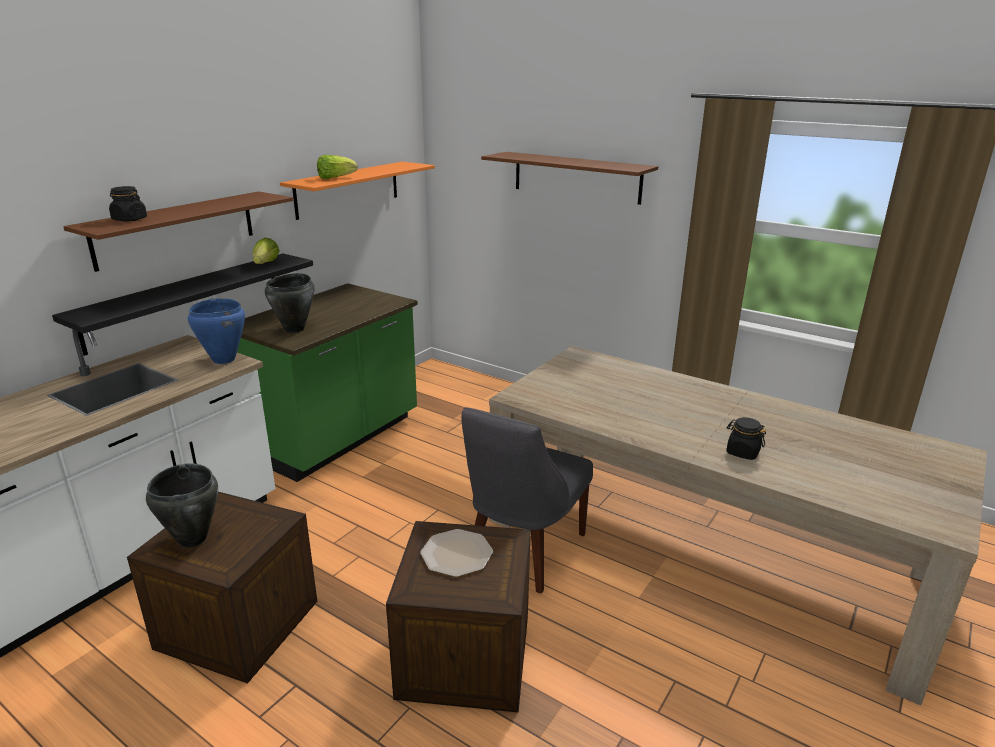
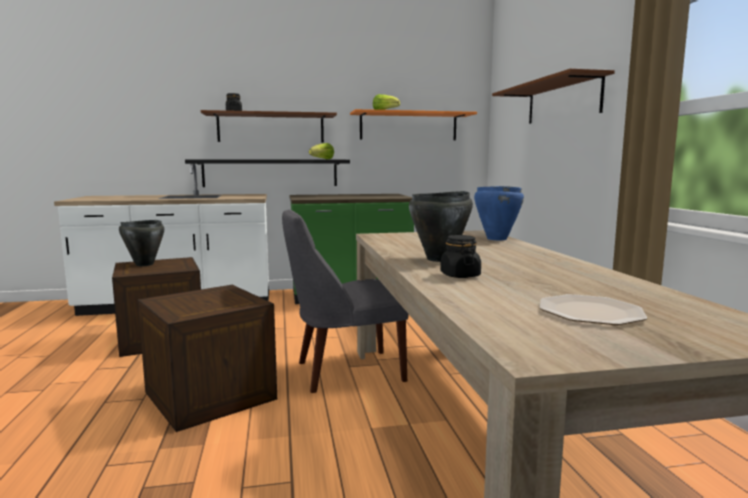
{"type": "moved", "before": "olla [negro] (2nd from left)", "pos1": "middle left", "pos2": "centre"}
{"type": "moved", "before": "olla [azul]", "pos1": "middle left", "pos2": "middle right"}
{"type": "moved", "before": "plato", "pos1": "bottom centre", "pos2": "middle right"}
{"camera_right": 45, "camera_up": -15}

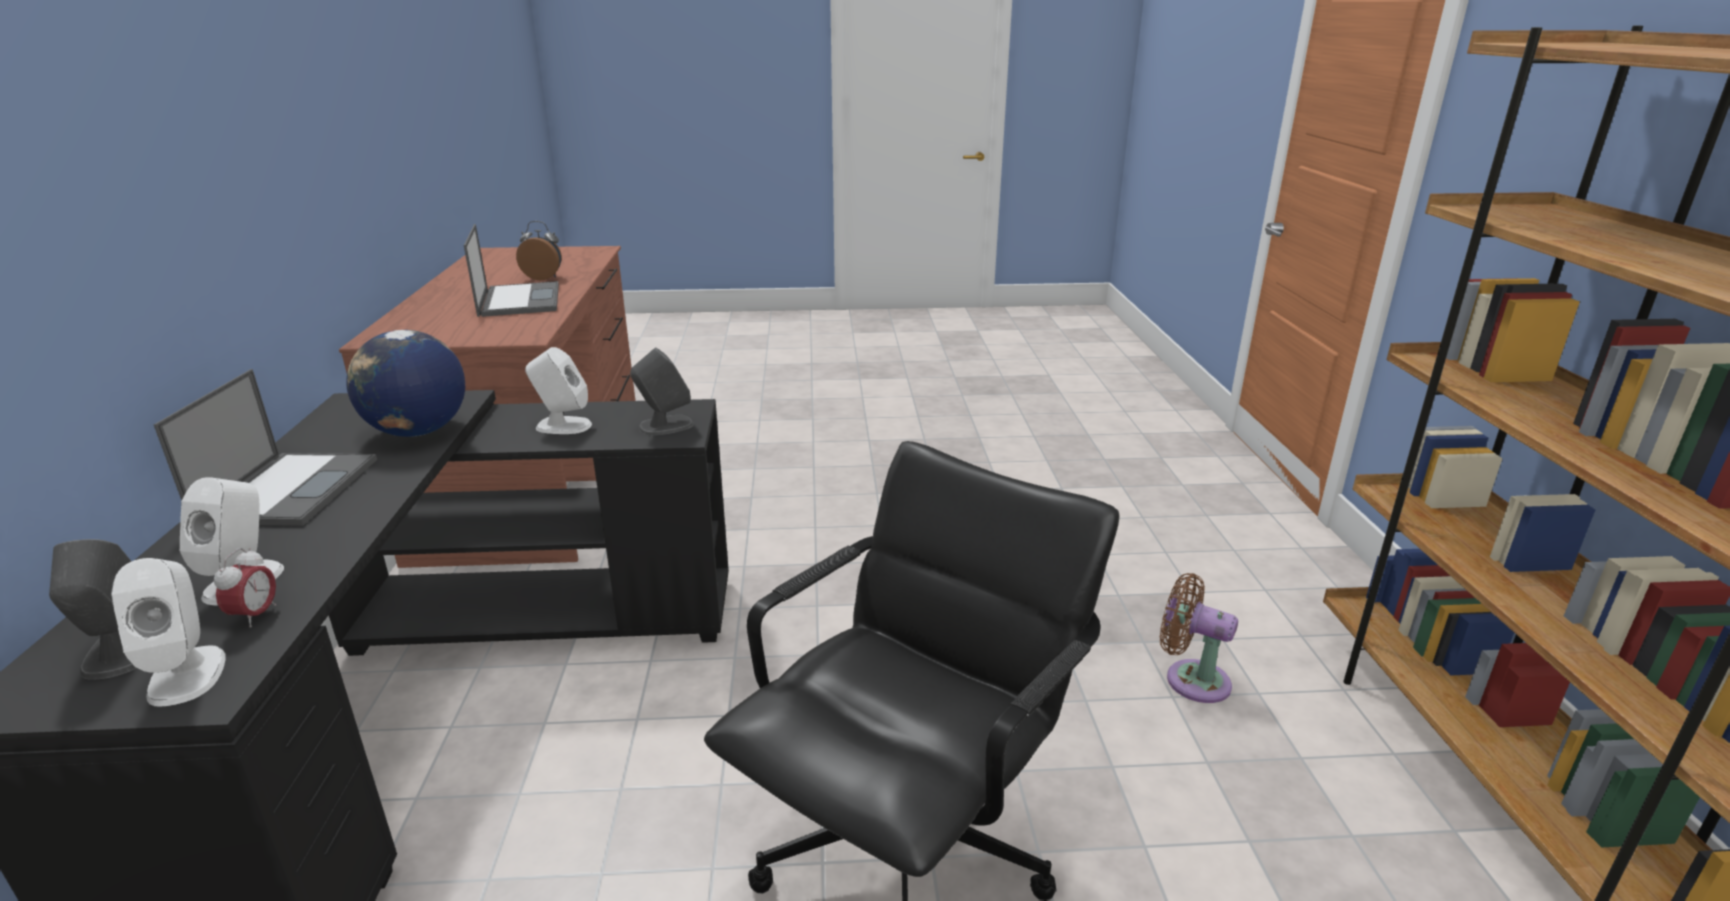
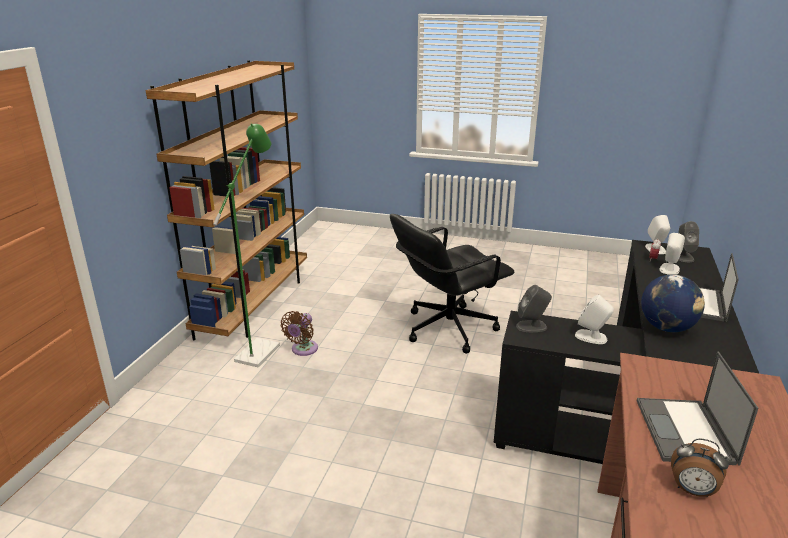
{"type": "turned", "before": "ventilador [marrón]", "pos1": "bottom right", "pos2": "centre", "turn": 60}
{"type": "added", "after": "lámpara de pie [verde]", "pos2": "middle left"}
{"camera_right": -160, "camera_up": 0}

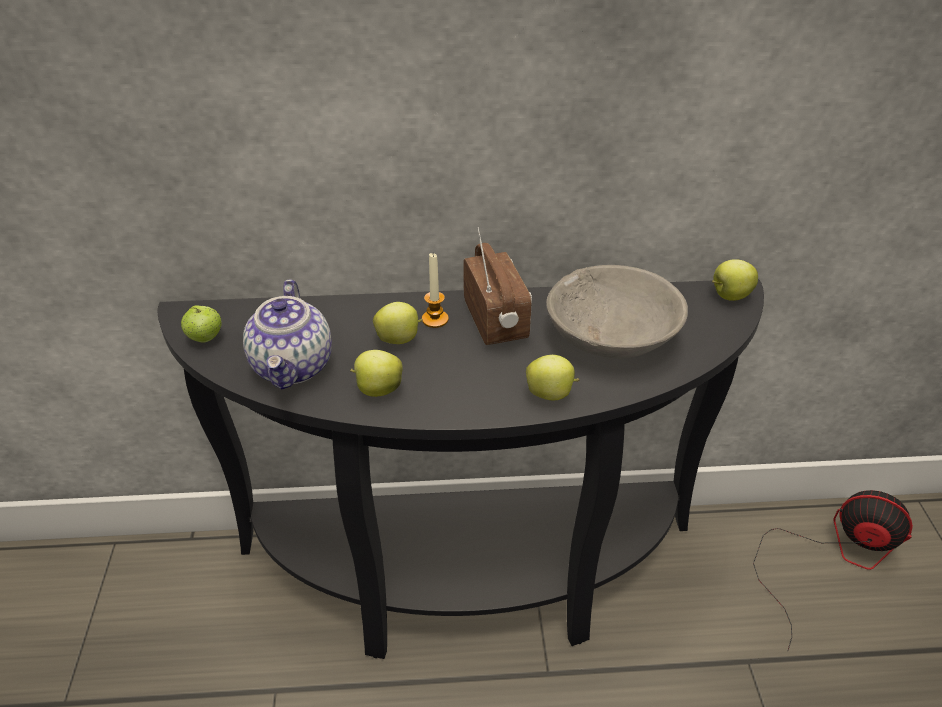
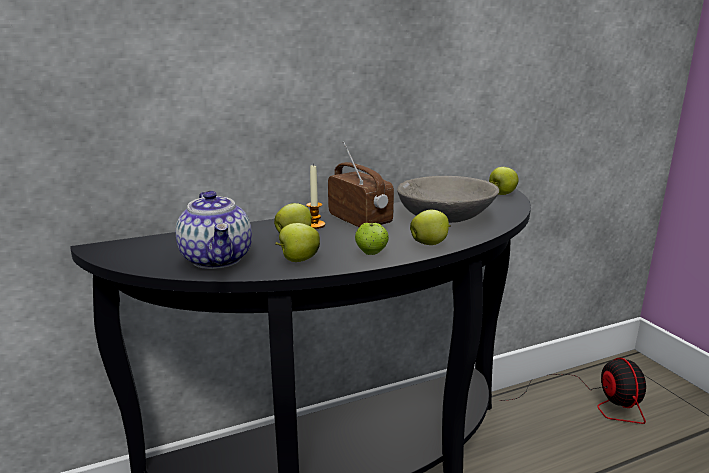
{"type": "moved", "before": "manzana (1st from left in the first image)", "after": "manzana (3rd from left)", "pos1": "middle left", "pos2": "centre"}
{"type": "turned", "before": "ventilador", "pos1": "bottom right", "pos2": "bottom right", "turn": 75}
{"camera_right": -20, "camera_up": -20}

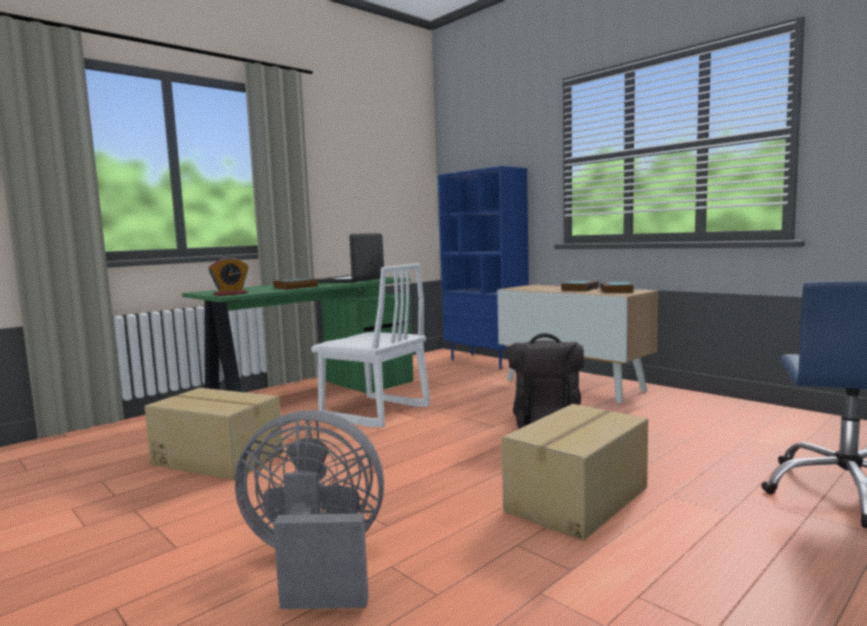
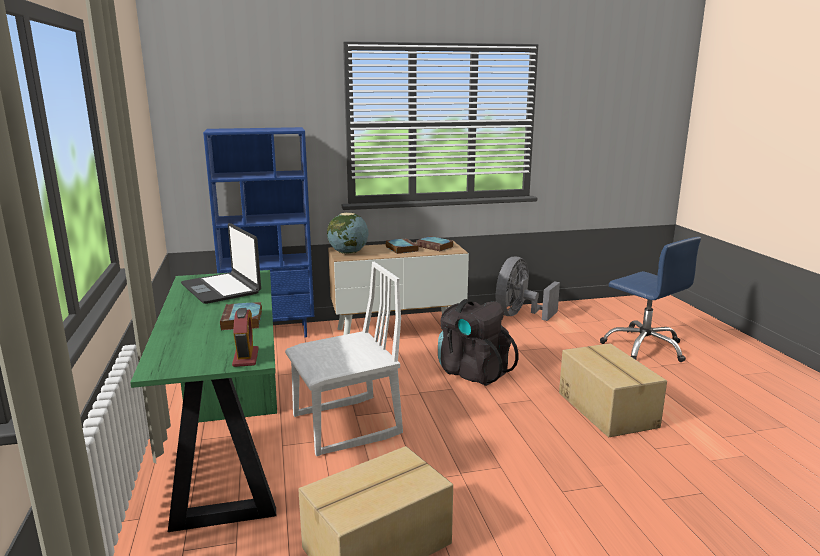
{"type": "moved", "before": "ventilador [gris]", "pos1": "bottom centre", "pos2": "centre"}
{"type": "added", "after": "globo terráqueo", "pos2": "centre"}
{"camera_right": -60, "camera_up": 10}

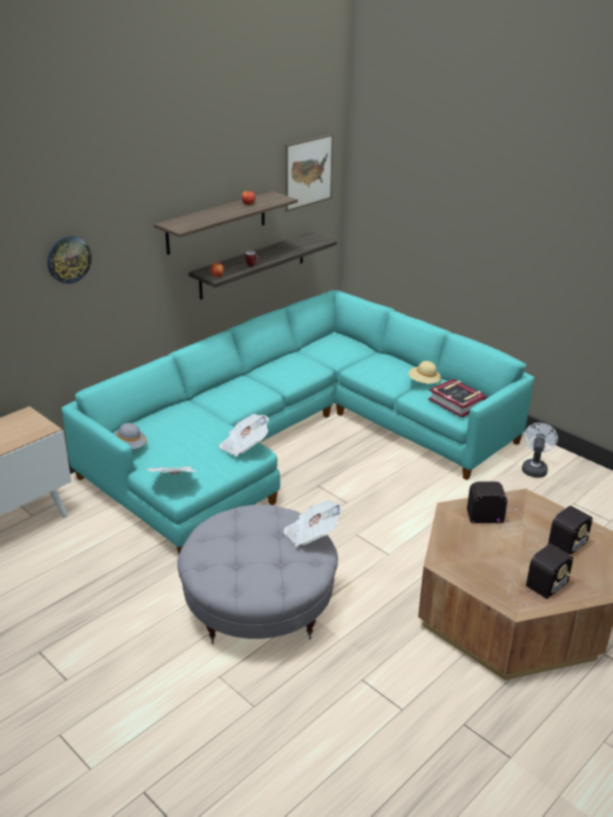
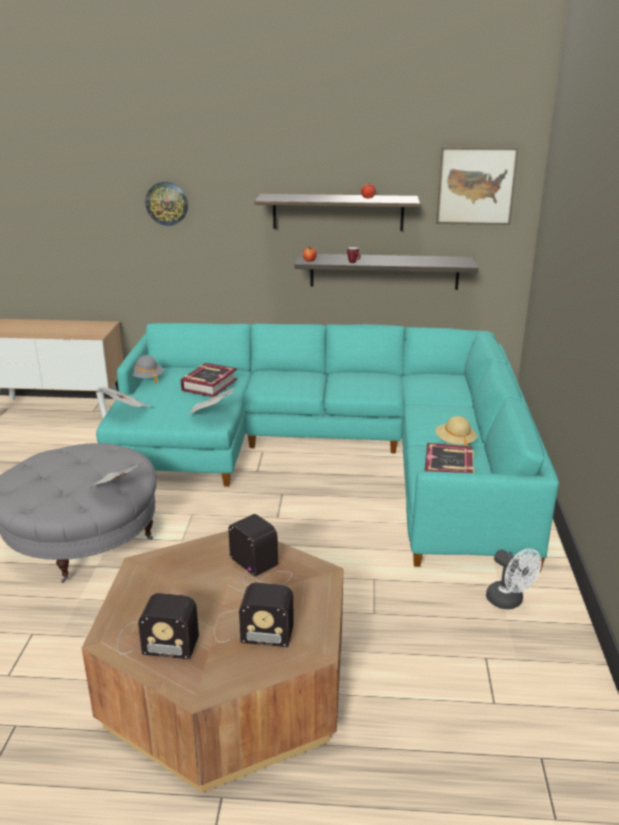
{"type": "turned", "before": "ventilador [blanco]", "pos1": "middle right", "pos2": "bottom right", "turn": 75}
{"type": "added", "after": "libro (1st from left)", "pos2": "centre"}
{"camera_right": 50, "camera_up": -5}

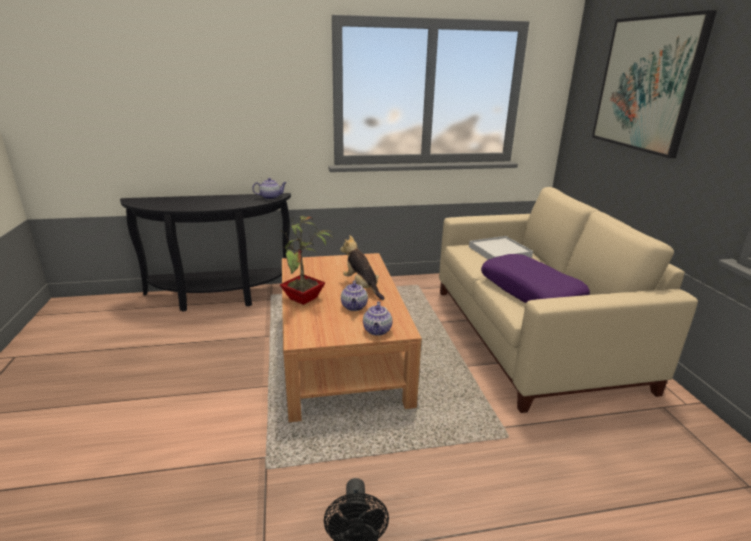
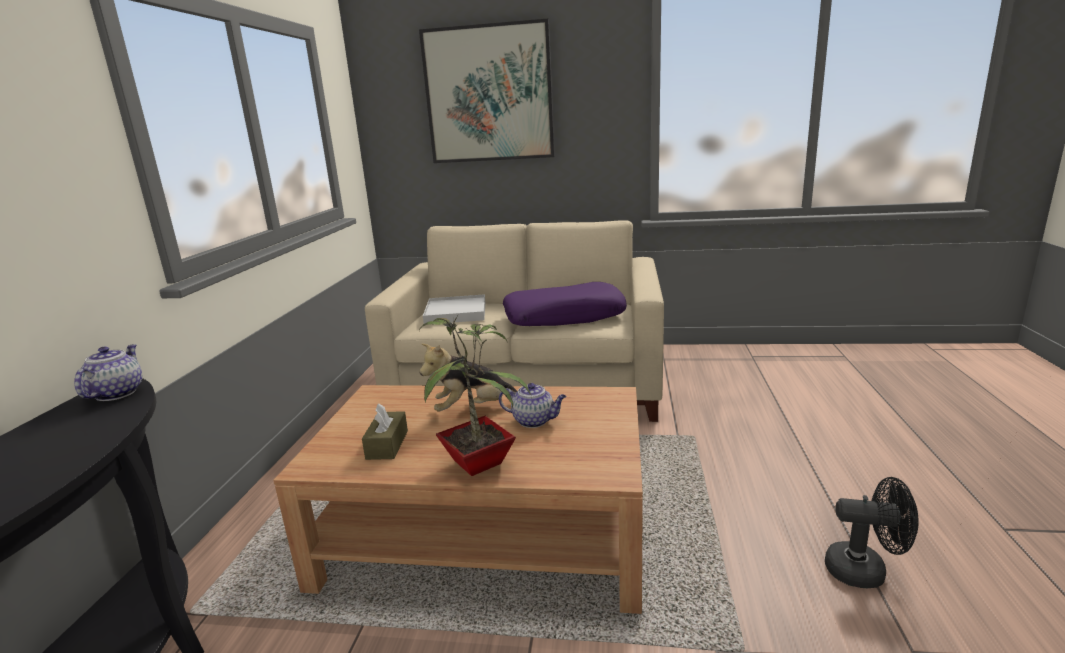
{"type": "removed", "before": "tetera (3rd from left)", "pos1": "centre"}
{"type": "added", "after": "caja de pañuelos [marrón]", "pos2": "centre"}
{"camera_right": -70, "camera_up": -5}

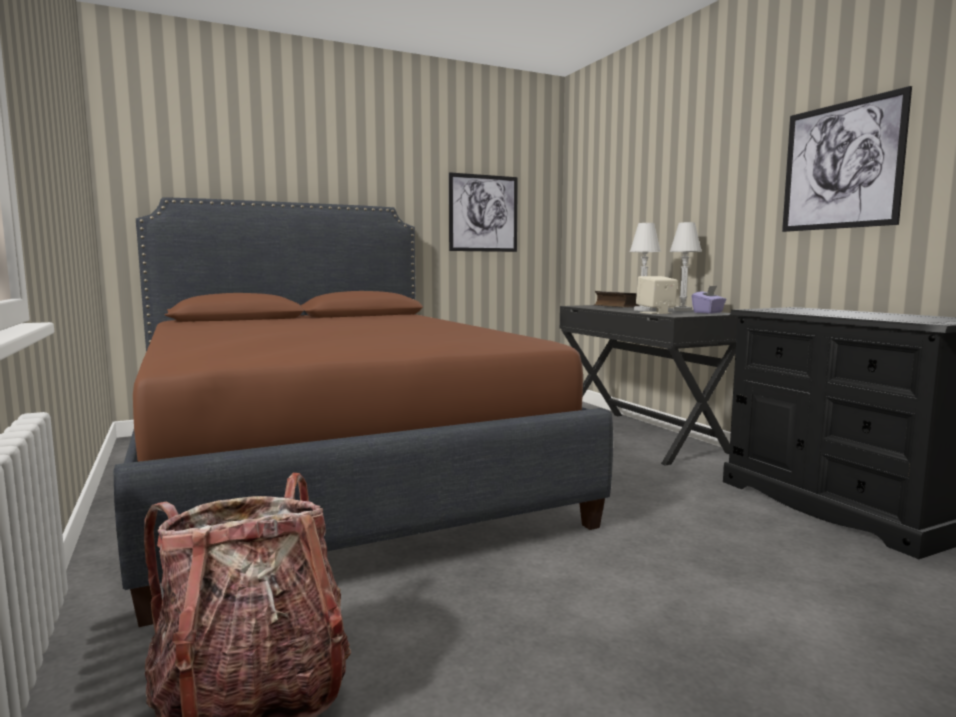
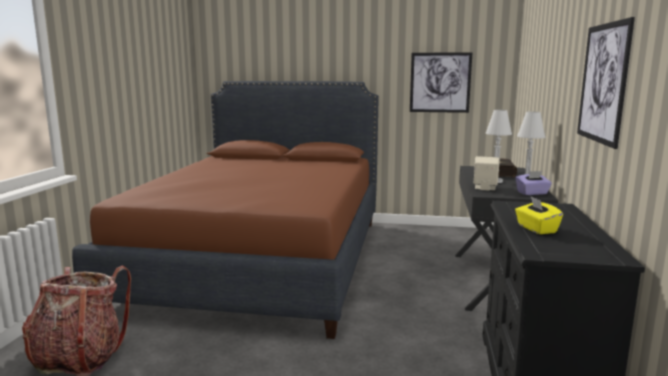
{"type": "added", "after": "caja de pañuelos [amarillo]", "pos2": "middle right"}
{"camera_right": 35, "camera_up": 5}

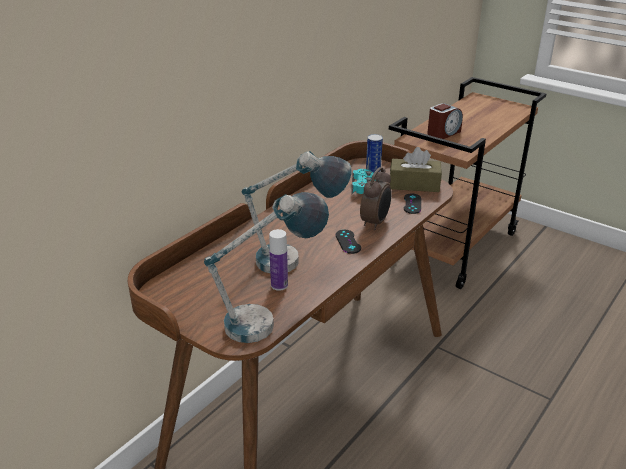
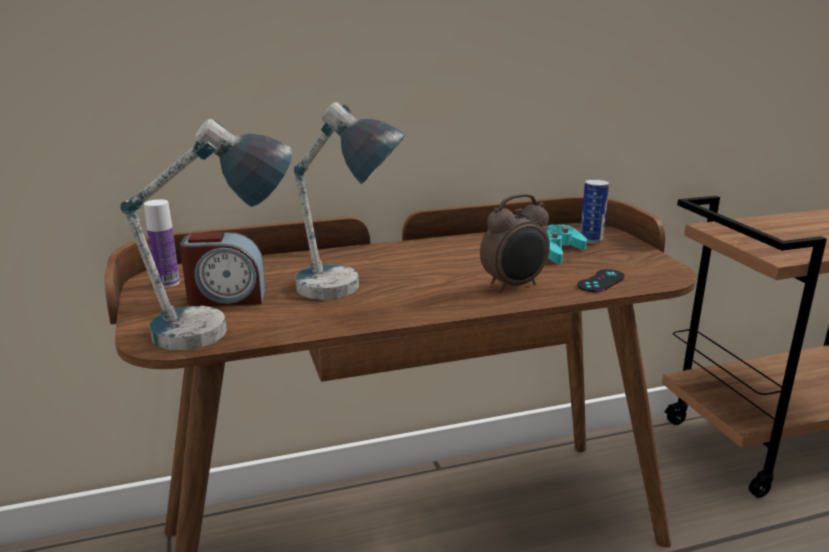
{"type": "moved", "before": "despertador (2nd from left in the first image)", "after": "despertador (1st from left)", "pos1": "top right", "pos2": "middle left"}
{"type": "removed", "before": "caja de pañuelos [marrón]", "pos1": "centre"}
{"type": "moved", "before": "botella", "pos1": "centre", "pos2": "middle left"}
{"type": "removed", "before": "mando de consola [negro] (1st from left)", "pos1": "centre"}
{"camera_right": 35, "camera_up": -10}

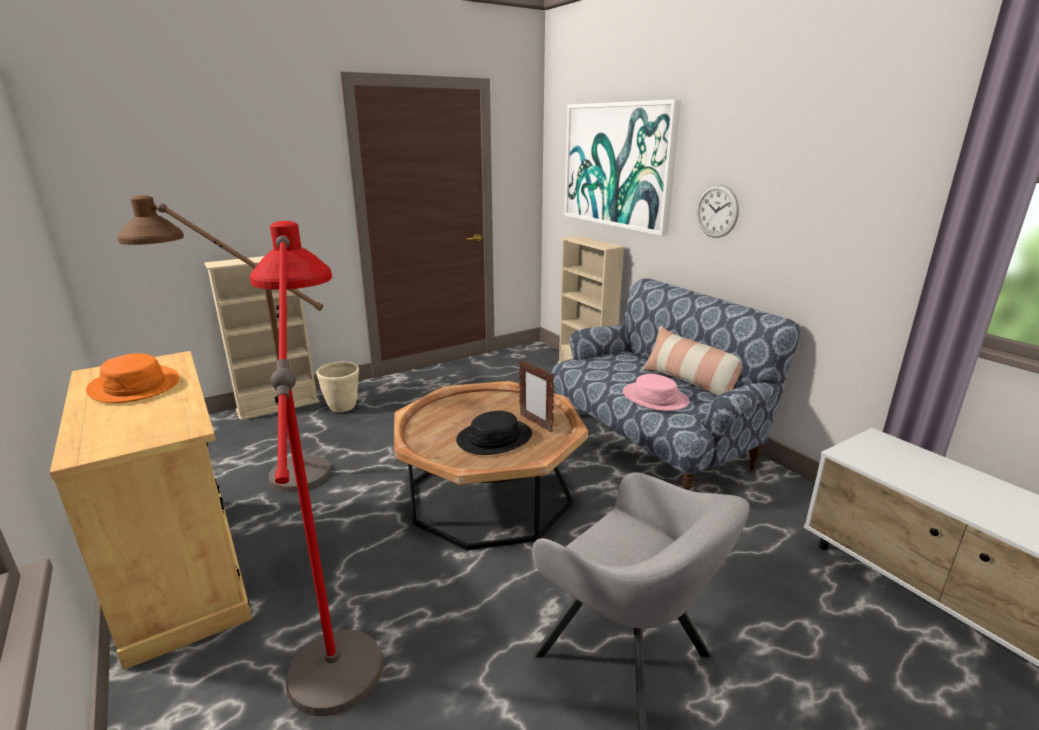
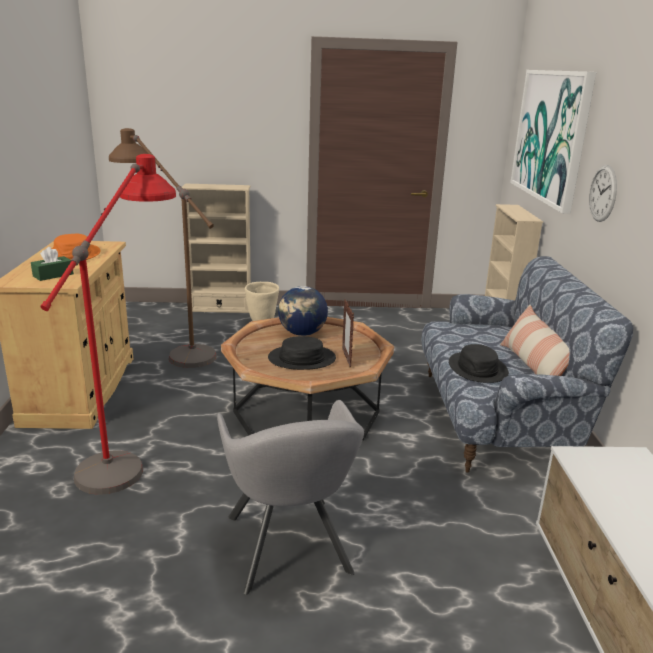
{"type": "recoloured", "before": "sombrero [rosa]", "after": "sombrero [negro] (2nd from left)", "pos1": "centre", "pos2": "middle right"}
{"type": "added", "after": "caja de pañuelos [verde]", "pos2": "middle left"}
{"type": "added", "after": "globo terráqueo", "pos2": "centre"}
{"camera_right": 30, "camera_up": 0}

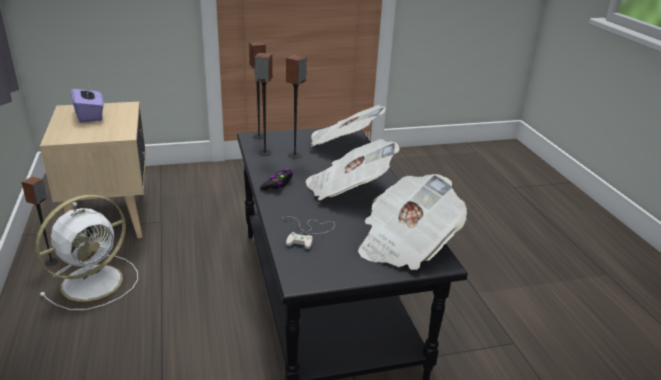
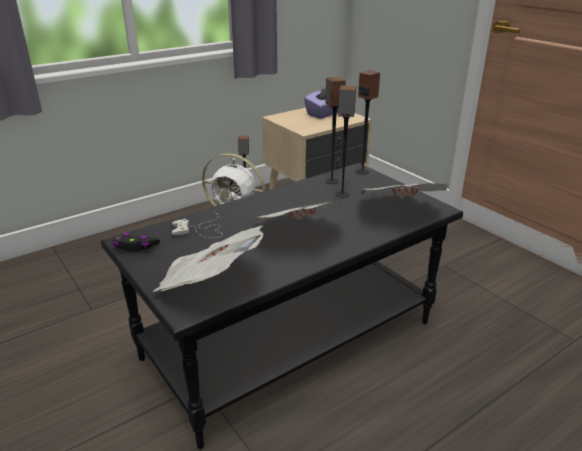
{"type": "moved", "before": "mando de consola [negro]", "pos1": "centre", "pos2": "middle left"}
{"camera_right": 70, "camera_up": 0}

